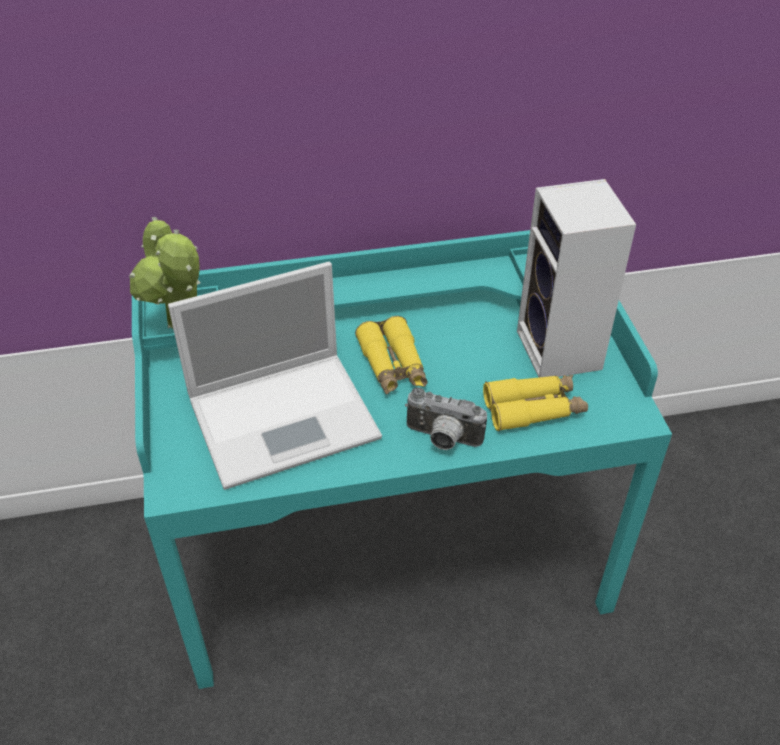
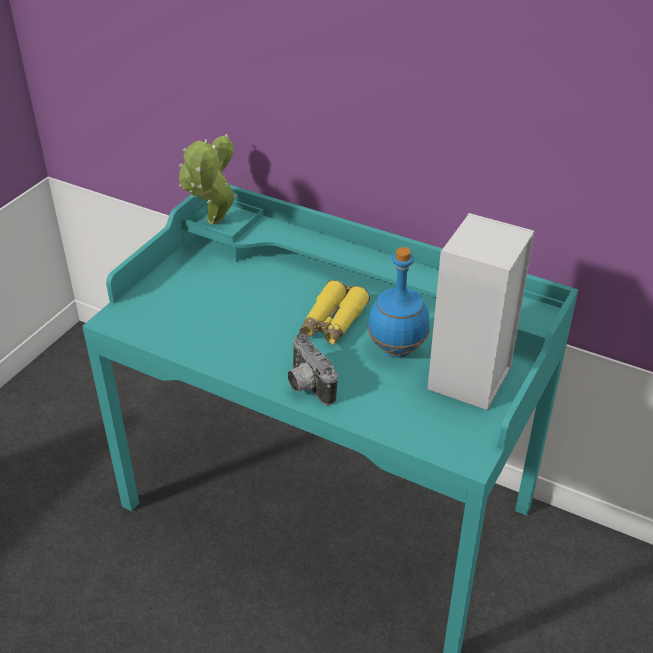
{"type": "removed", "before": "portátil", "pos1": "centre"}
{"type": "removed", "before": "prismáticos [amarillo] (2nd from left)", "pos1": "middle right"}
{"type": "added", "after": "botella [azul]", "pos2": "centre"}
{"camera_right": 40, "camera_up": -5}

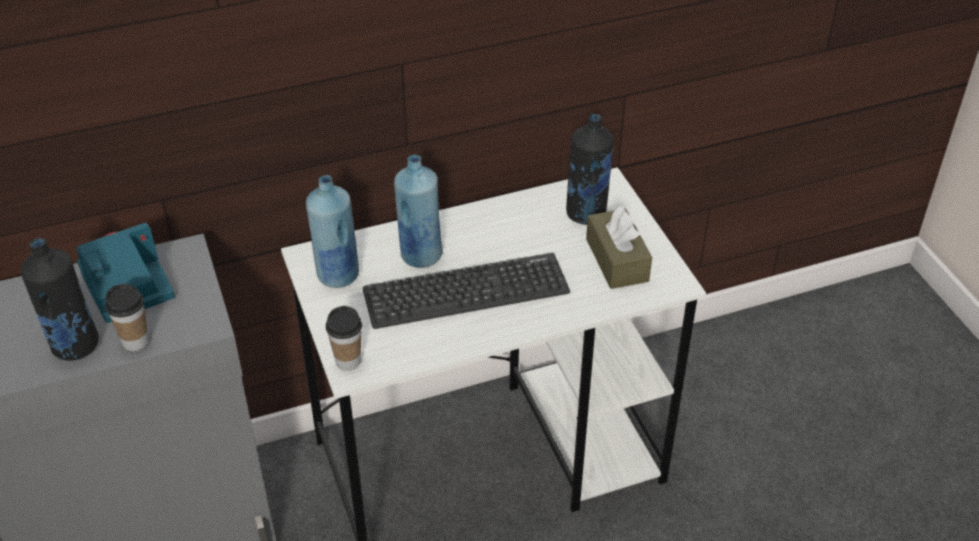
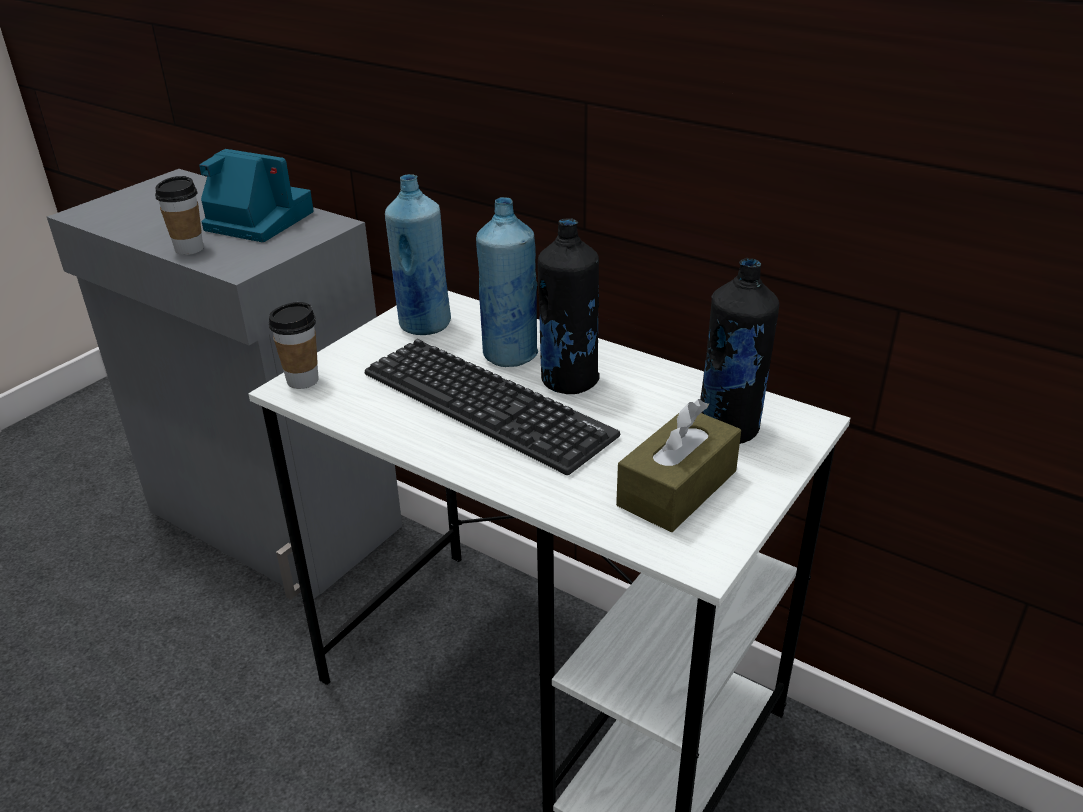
{"type": "moved", "before": "botella [negro] (1st from left)", "pos1": "middle left", "pos2": "centre"}
{"camera_right": 55, "camera_up": -10}

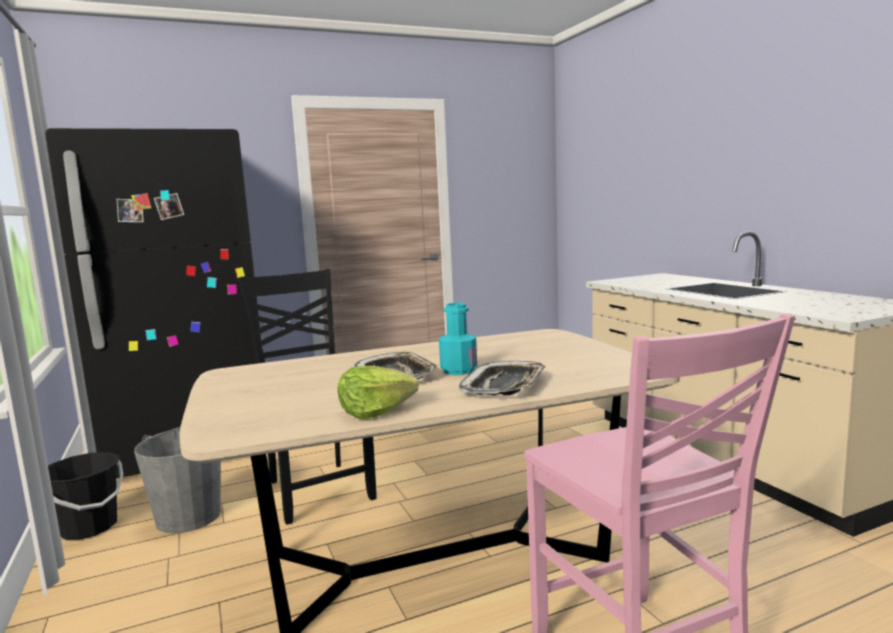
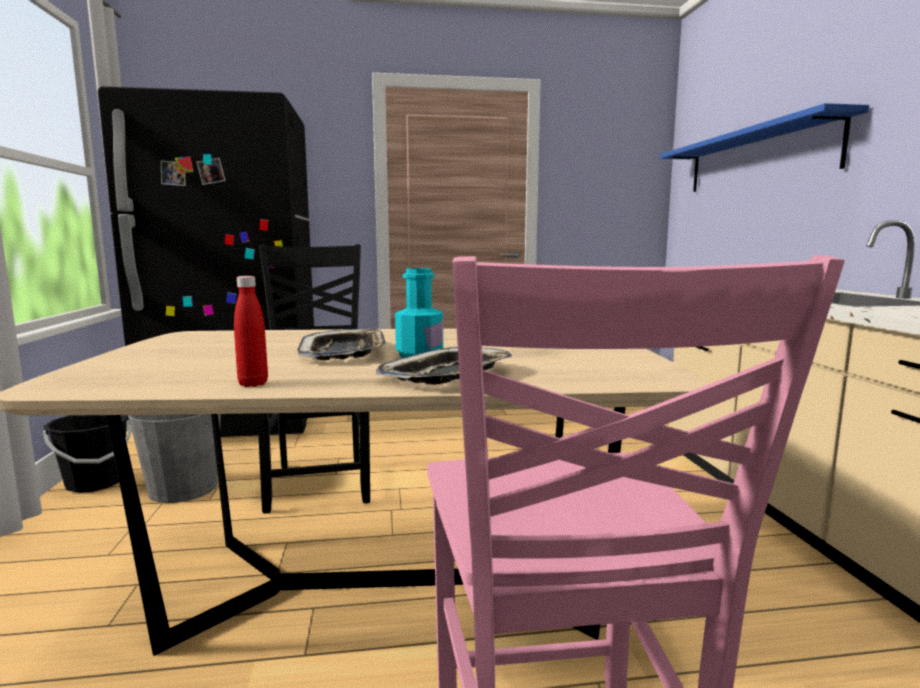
{"type": "replaced", "before": "lechuga", "after": "botella [rojo]", "pos1": "centre", "pos2": "middle left"}
{"type": "added", "after": "estante [azul]", "pos2": "top right"}
{"camera_right": 15, "camera_up": 0}

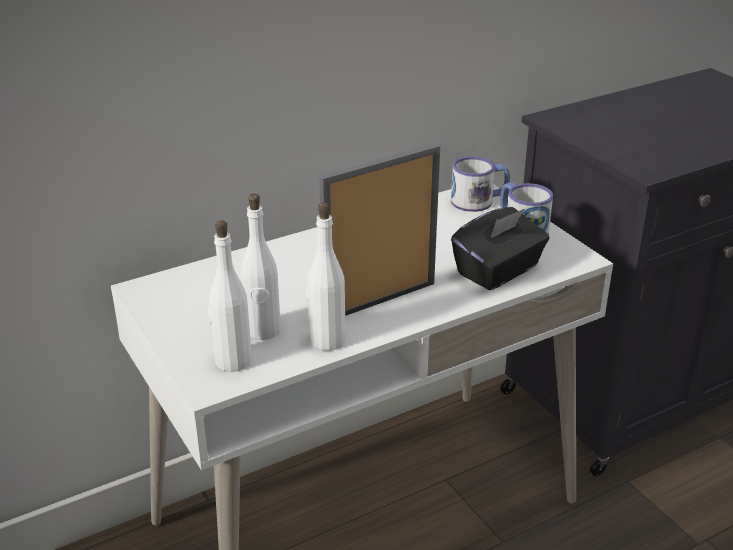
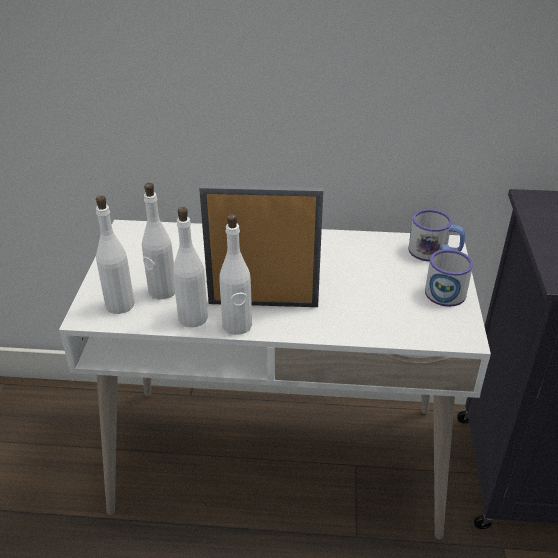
{"type": "removed", "before": "caja de pañuelos [negro]", "pos1": "middle right"}
{"type": "added", "after": "botella [blanco] (4th from left)", "pos2": "centre"}
{"camera_right": 35, "camera_up": 5}

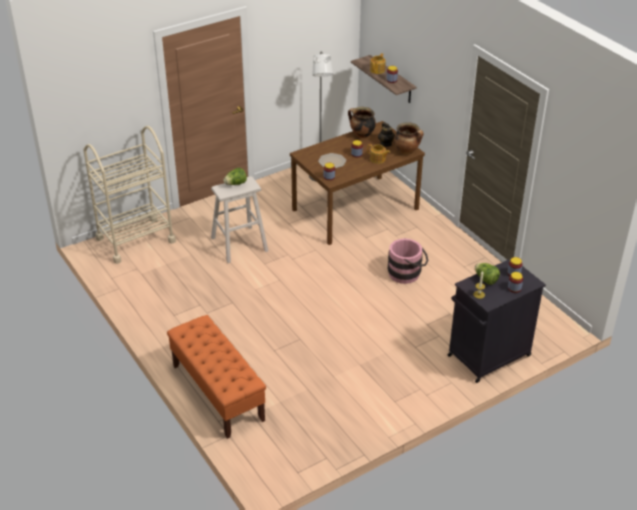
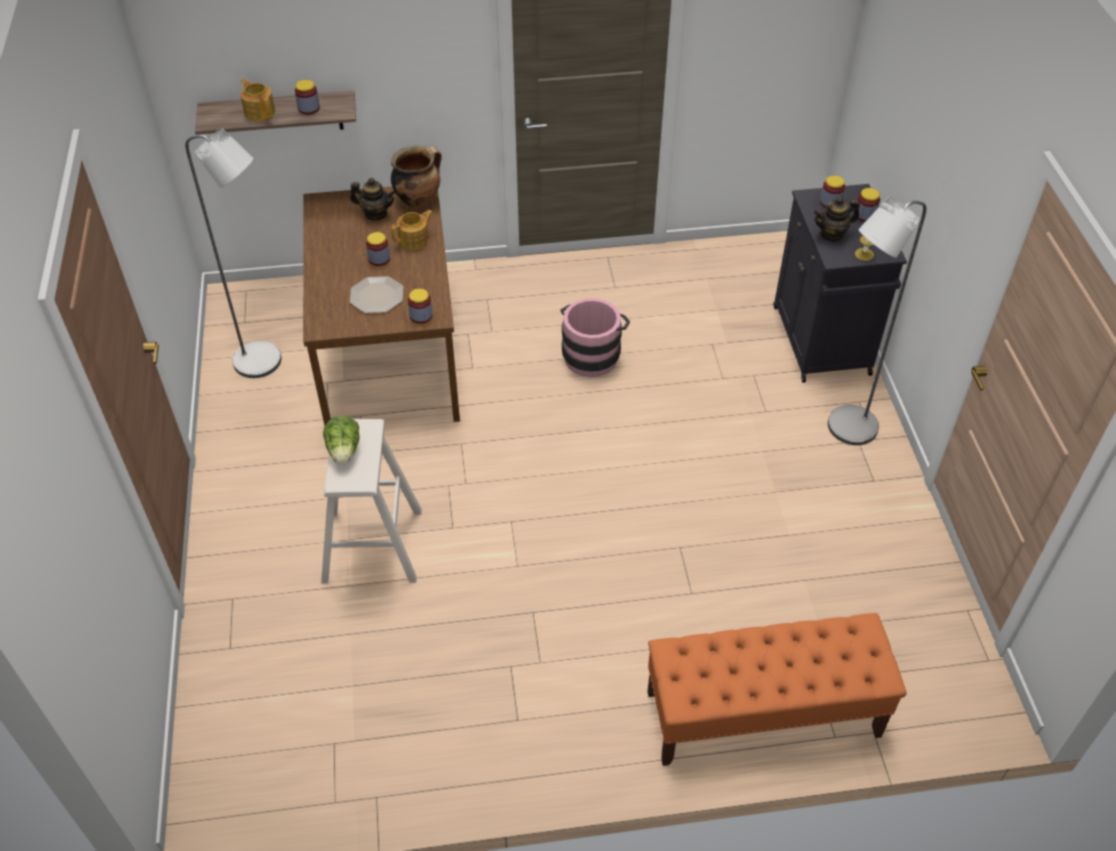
{"type": "removed", "before": "olla (1st from left)", "pos1": "top centre"}
{"type": "removed", "before": "carrito [beis]", "pos1": "middle left"}
{"type": "replaced", "before": "lechuga (2nd from left)", "after": "tetera (4th from left)", "pos1": "middle right", "pos2": "top right"}
{"type": "added", "after": "lámpara de pie [gris] (2nd from left)", "pos2": "middle right"}
{"camera_right": -65, "camera_up": 10}

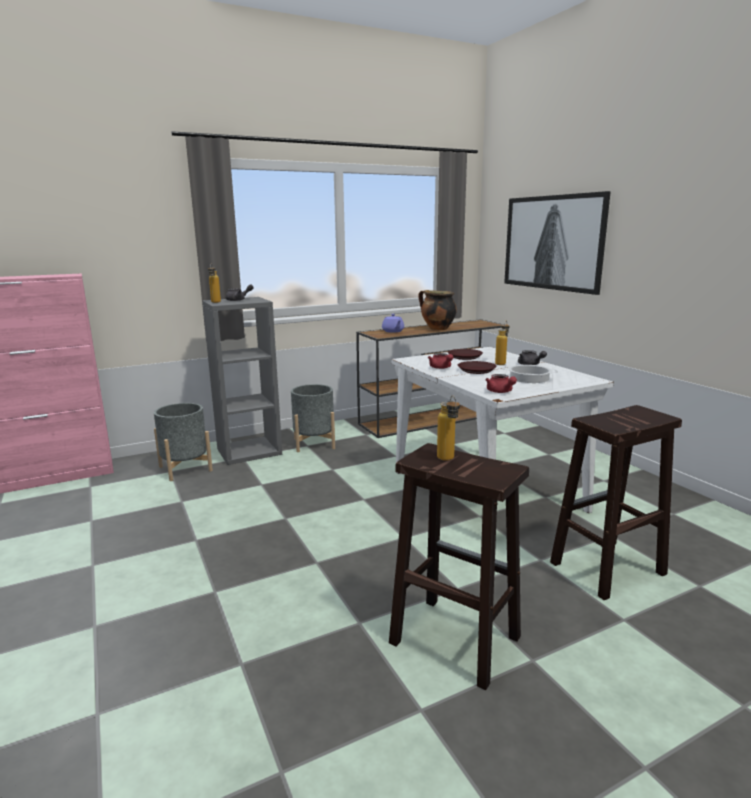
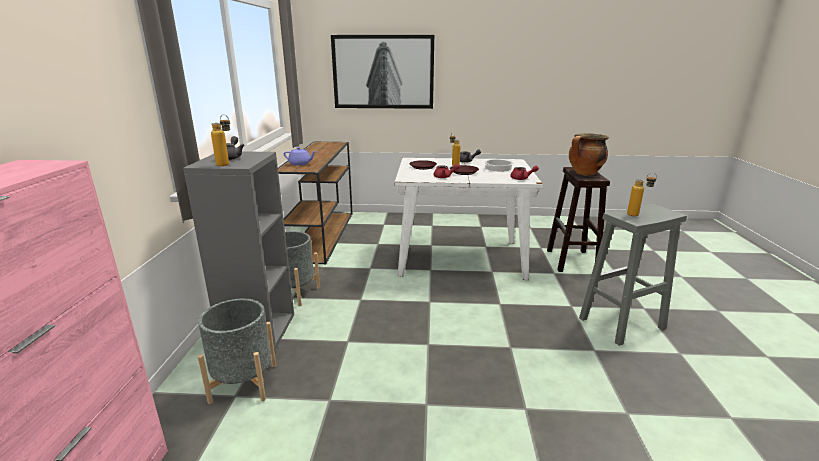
{"type": "moved", "before": "olla (1st from left in the first image)", "after": "olla (2nd from left)", "pos1": "centre", "pos2": "middle right"}
{"type": "recoloured", "before": "taburete [marrón] (1st from left)", "after": "taburete [gris]", "pos1": "bottom centre", "pos2": "middle right"}
{"camera_right": -60, "camera_up": 5}

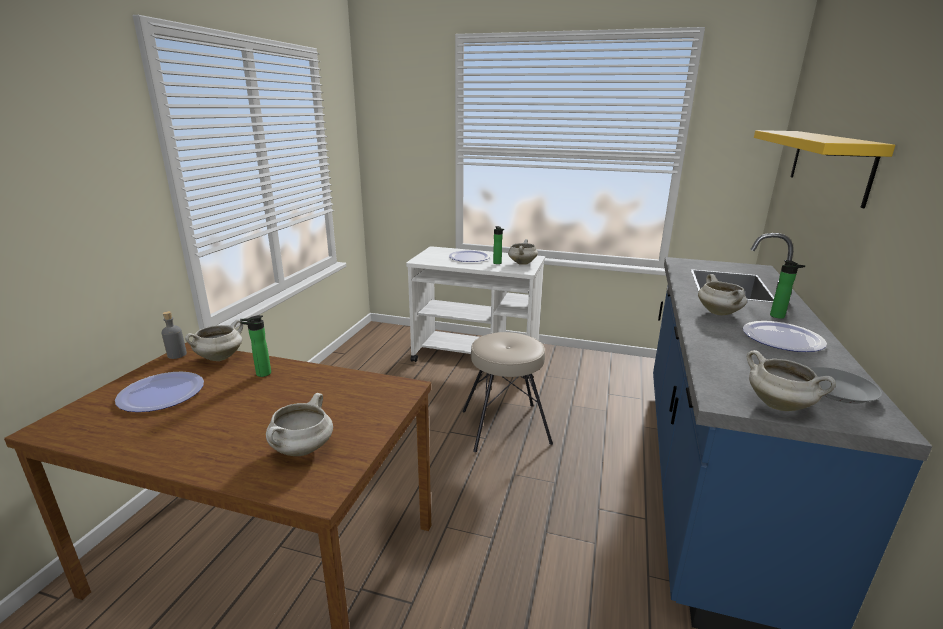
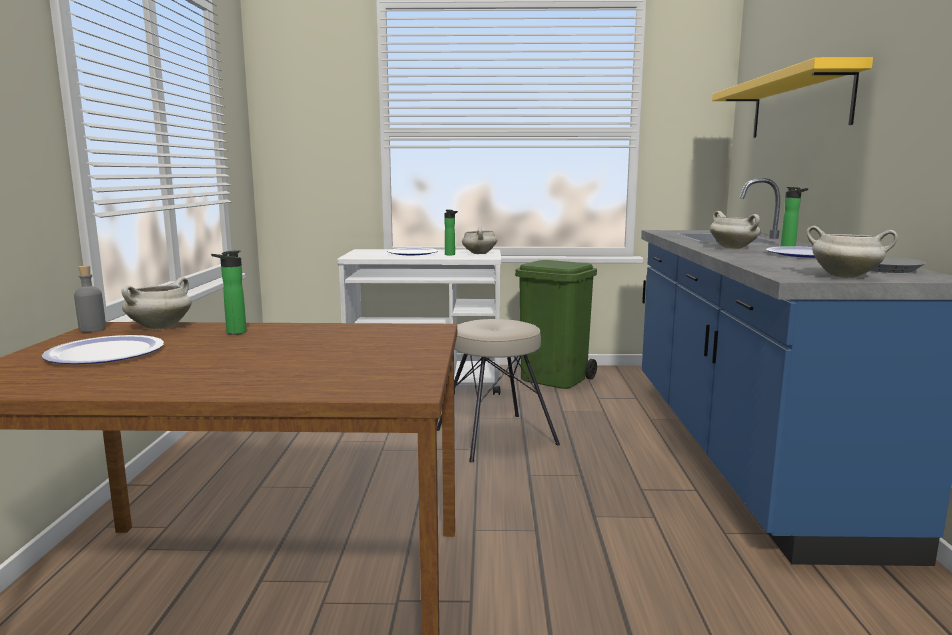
{"type": "removed", "before": "olla [blanco] (2nd from left)", "pos1": "bottom left"}
{"type": "added", "after": "papelera [verde]", "pos2": "centre"}
{"camera_right": -15, "camera_up": -10}

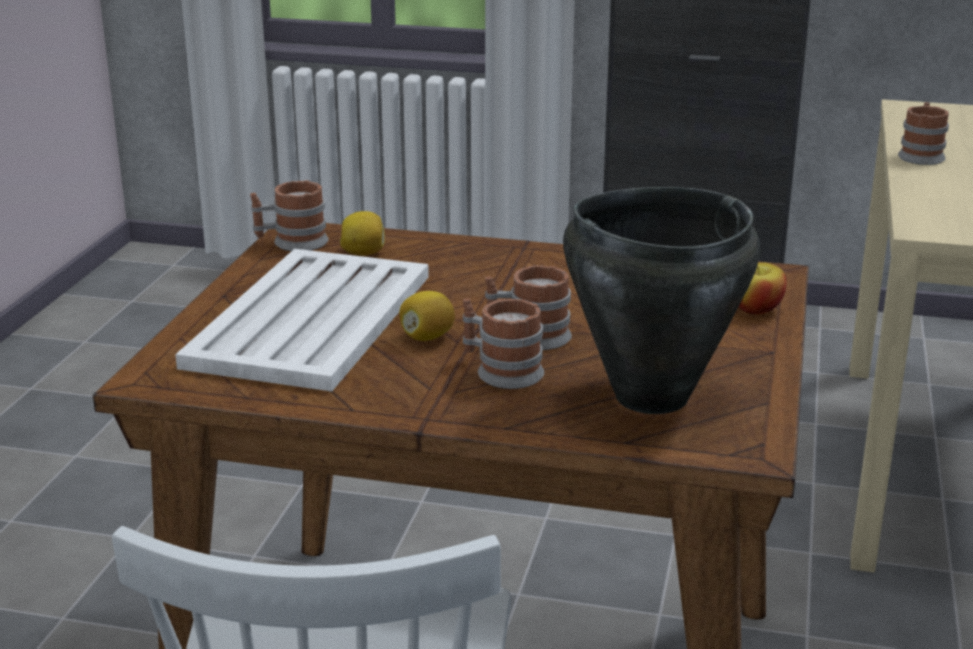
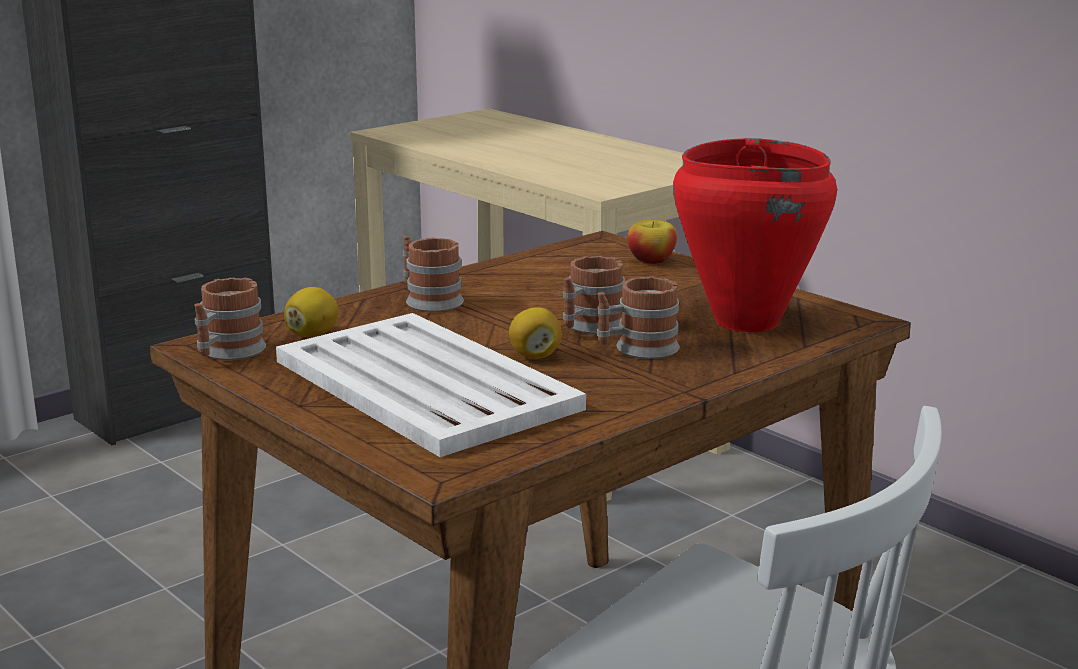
{"type": "moved", "before": "taza grande (4th from left in the first image)", "after": "taza grande (2nd from left)", "pos1": "top right", "pos2": "centre"}
{"type": "recoloured", "before": "olla [negro]", "after": "olla [rojo]", "pos1": "middle right", "pos2": "middle right"}
{"camera_right": -55, "camera_up": -5}

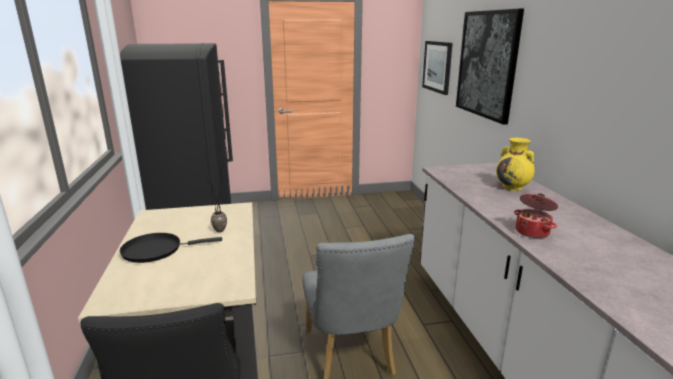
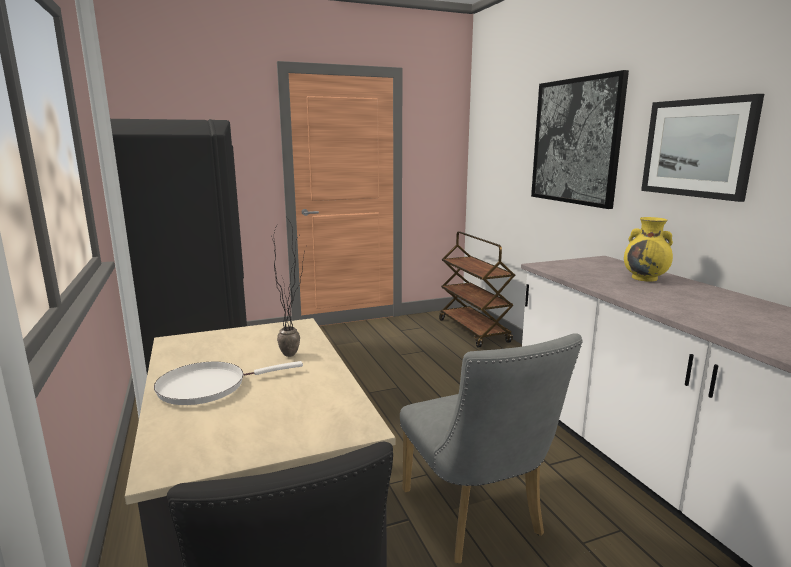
{"type": "moved", "before": "cuadro (1st from left in the first image)", "after": "cuadro (2nd from left)", "pos1": "top centre", "pos2": "top right"}
{"type": "removed", "before": "olla", "pos1": "middle right"}
{"type": "recoloured", "before": "sartén [negro]", "after": "sartén [blanco]", "pos1": "middle left", "pos2": "bottom left"}
{"type": "added", "after": "carrito [marrón]", "pos2": "centre"}
{"camera_right": -10, "camera_up": -5}

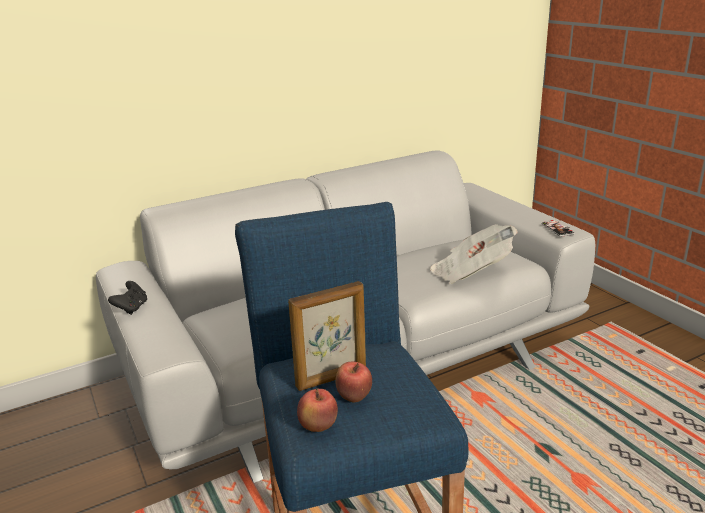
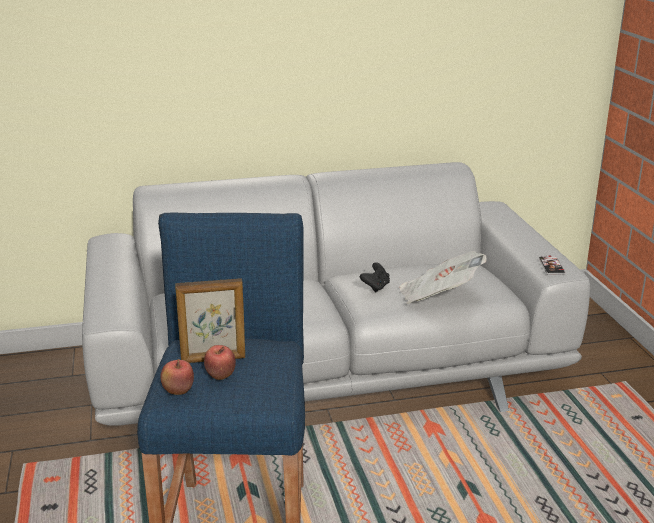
{"type": "moved", "before": "mando de consola [negro]", "pos1": "middle left", "pos2": "centre"}
{"camera_right": 15, "camera_up": 0}

